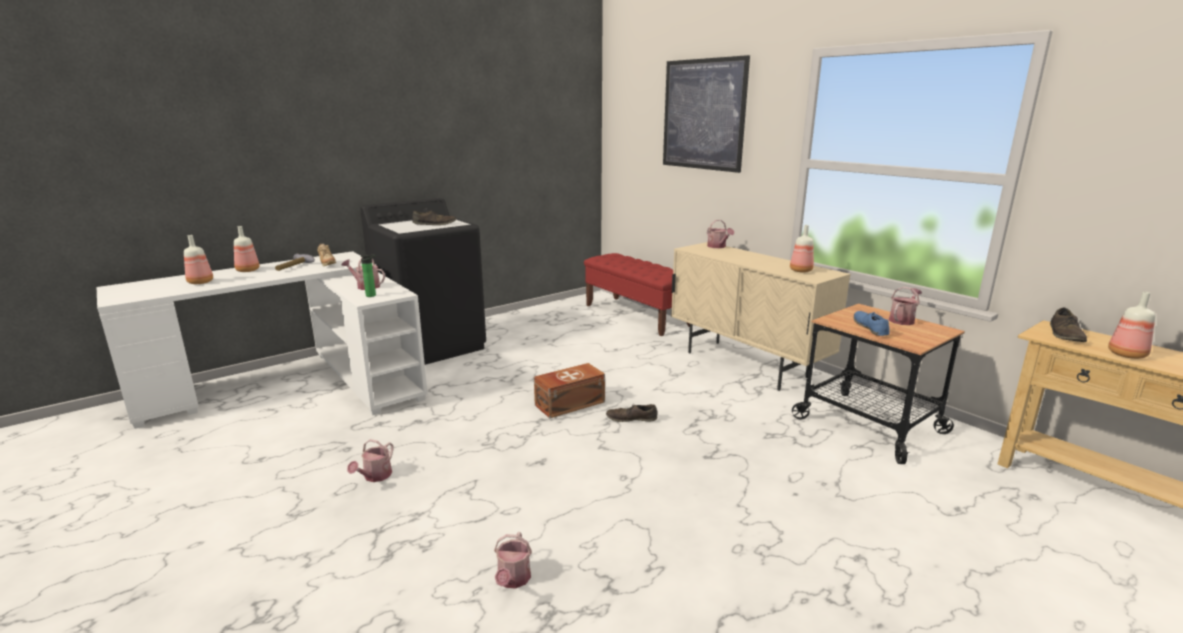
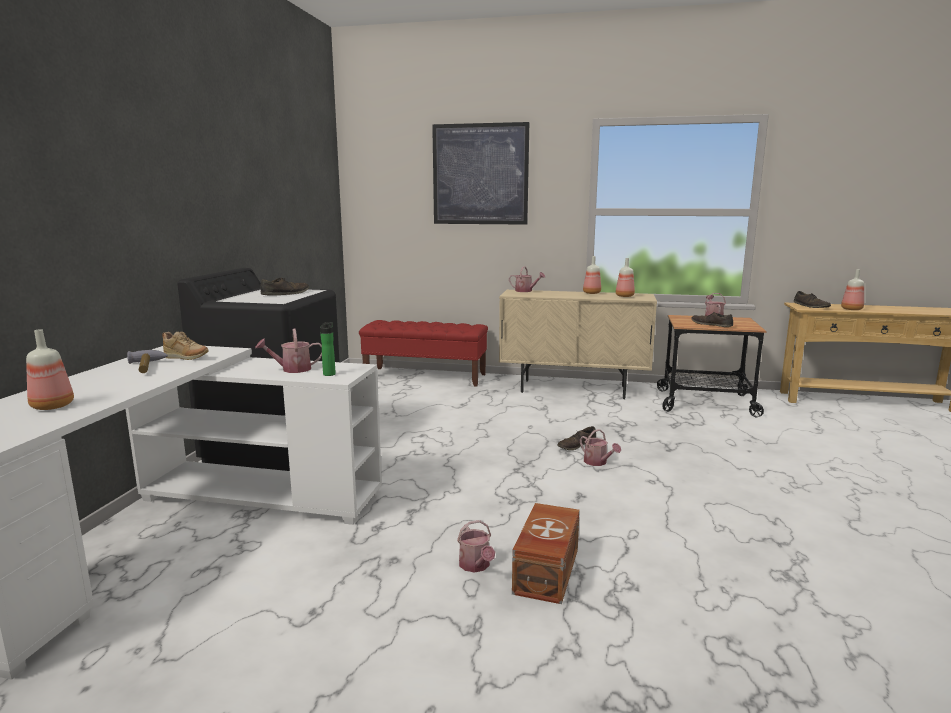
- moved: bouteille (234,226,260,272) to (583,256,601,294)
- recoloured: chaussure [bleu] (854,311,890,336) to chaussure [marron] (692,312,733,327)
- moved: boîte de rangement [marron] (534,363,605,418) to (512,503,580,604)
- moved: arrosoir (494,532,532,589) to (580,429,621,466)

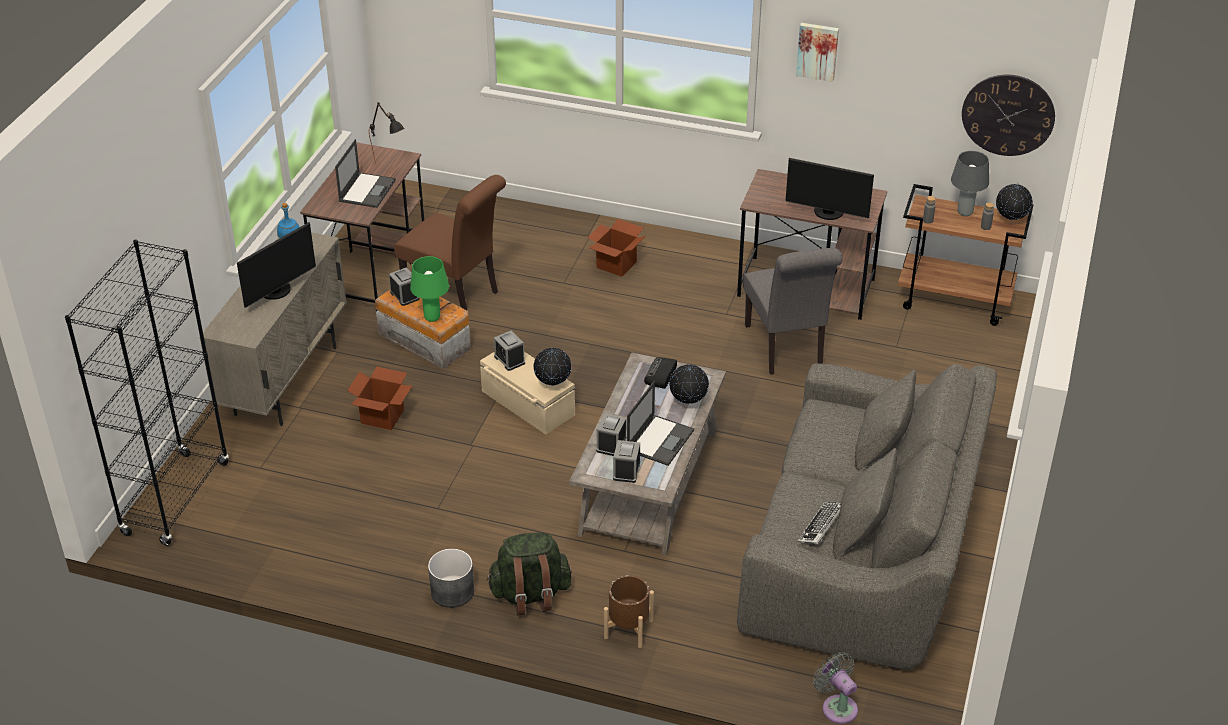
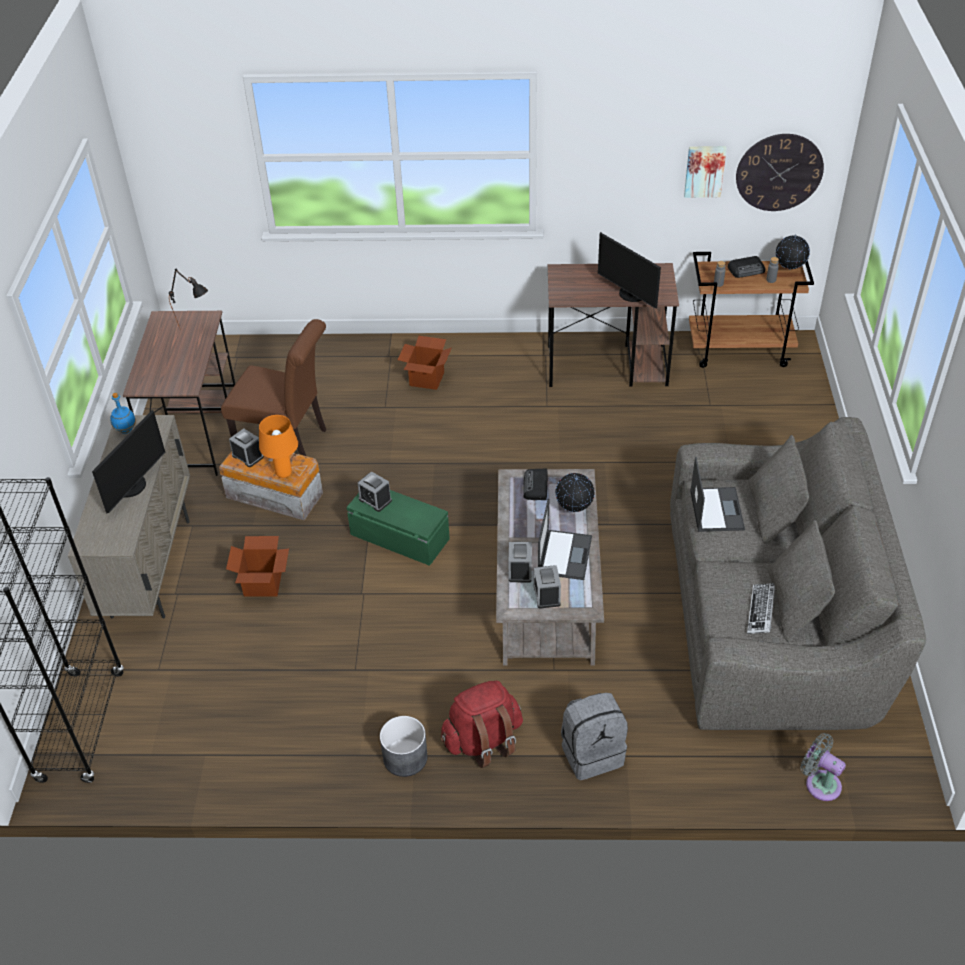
- moved: tableau (796,23,839,82) to (684,146,727,198)
- moved: ordinateur portable (335,139,396,208) to (690,457,745,532)
- replaced: lampe de table [gris] (951,151,989,216) to radio (727,256,765,278)
- turned: écran d'ordinateur (786,158,874,220) = (598,232,661,308) 45 degrees clockwise
- removed: chaise [gris] (743,248,842,375)
- recoloured: lampe de table [vert] (410,256,449,322) to lampe de table [orange] (259,415,298,478)
- removed: globe (533,347,571,386)
- recoloured: boîte de rangement [beige] (480,352,575,435) to boîte de rangement [vert] (347,490,450,566)
- recoloured: sac à dos [vert] (486,533,572,616) to sac à dos [rouge] (441,681,523,768)
- replaced: cache-pot [marron] (604,575,654,648) to sac à dos [gris] (561,693,628,780)

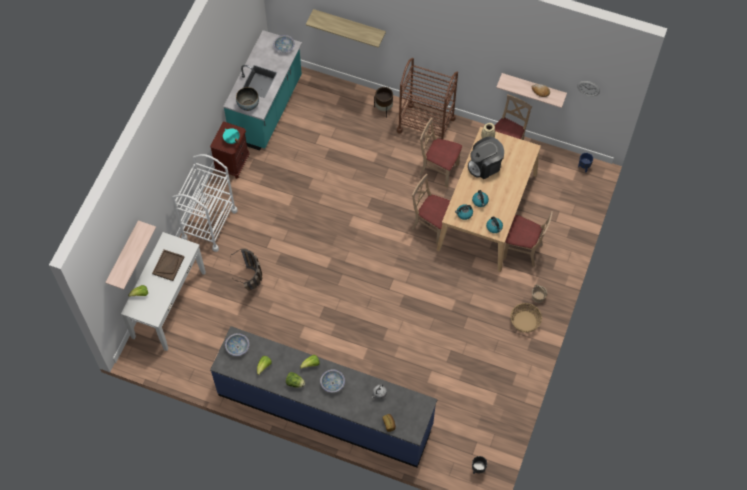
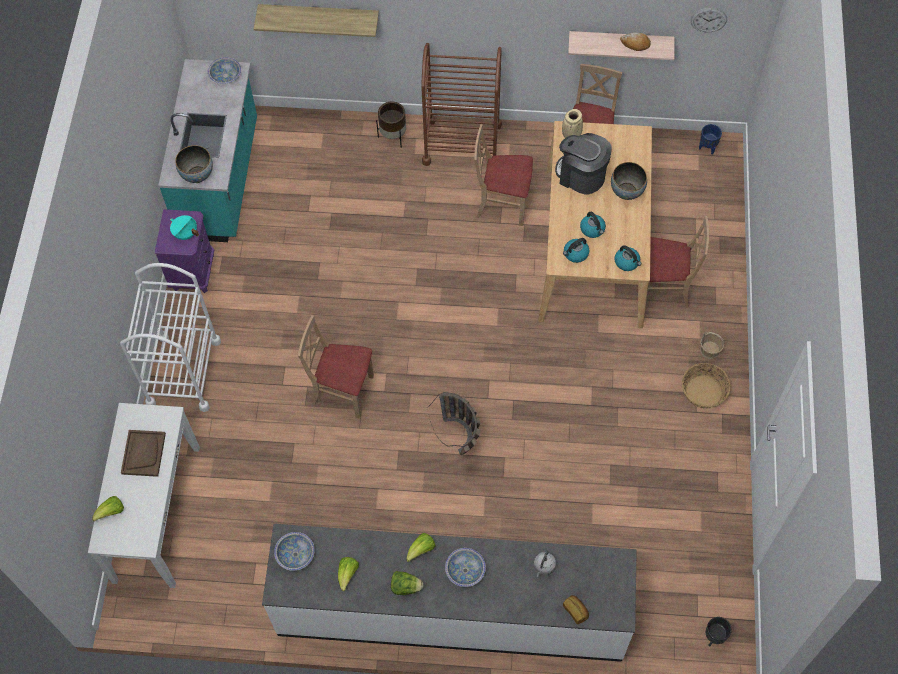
- recoloured: table de chevet [marron] (210,121,250,179) to table de chevet [violet] (155,209,214,293)
- turned: machine à café (468,137,504,179) = (555,133,611,194) 75 degrees clockwise
- moved: chaise [beige] (412,174,450,245) to (298,315,374,419)
- removed: étagère (105,220,156,290)
- moved: panier (230,248,262,291) to (427,392,480,455)
- recoloured: comptoir de cuisine [bleu] (210,326,437,468) to comptoir de cuisine [blanc] (262,524,637,662)
- added: bol (611,162,647,200)

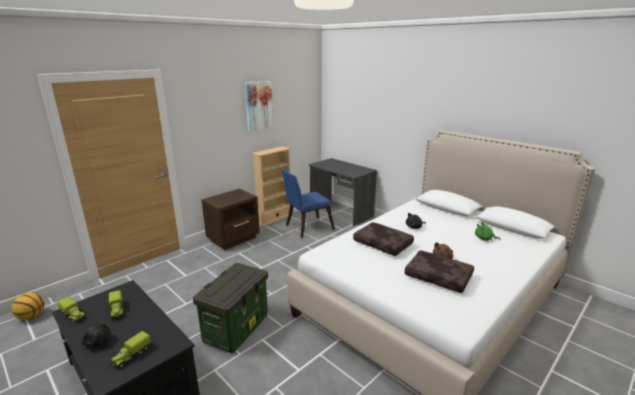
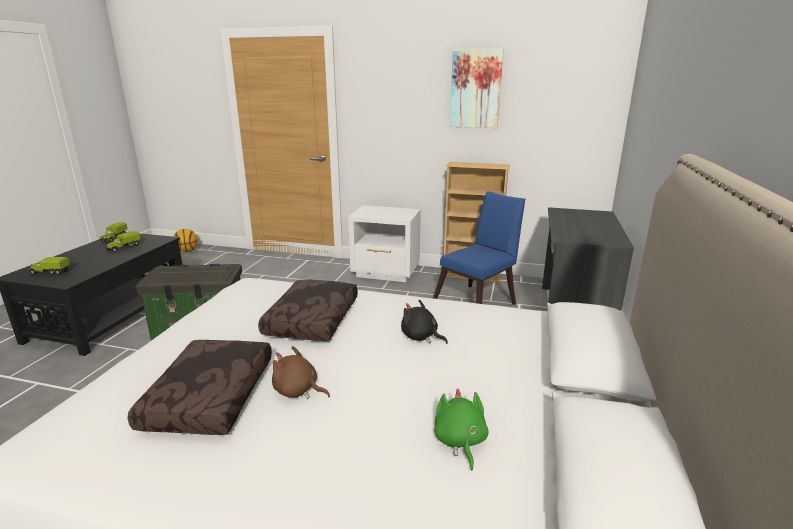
- turned: chaise [bleu] (281,169,335,238) = (433,191,525,305) 105 degrees clockwise
- recoloured: table de chevet [marron] (202,189,260,250) to table de chevet [blanc] (348,205,421,282)
- removed: peluche [noir] (81,324,111,348)

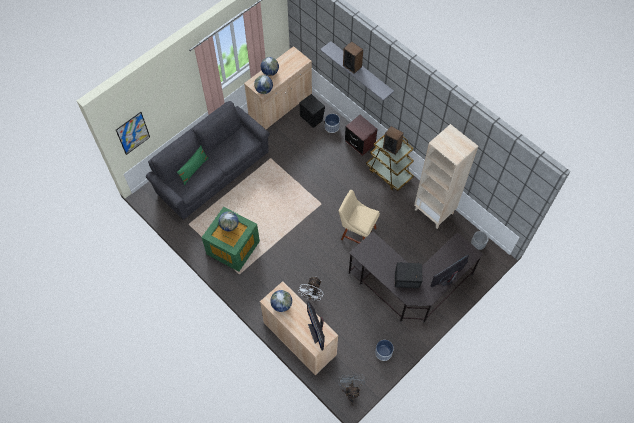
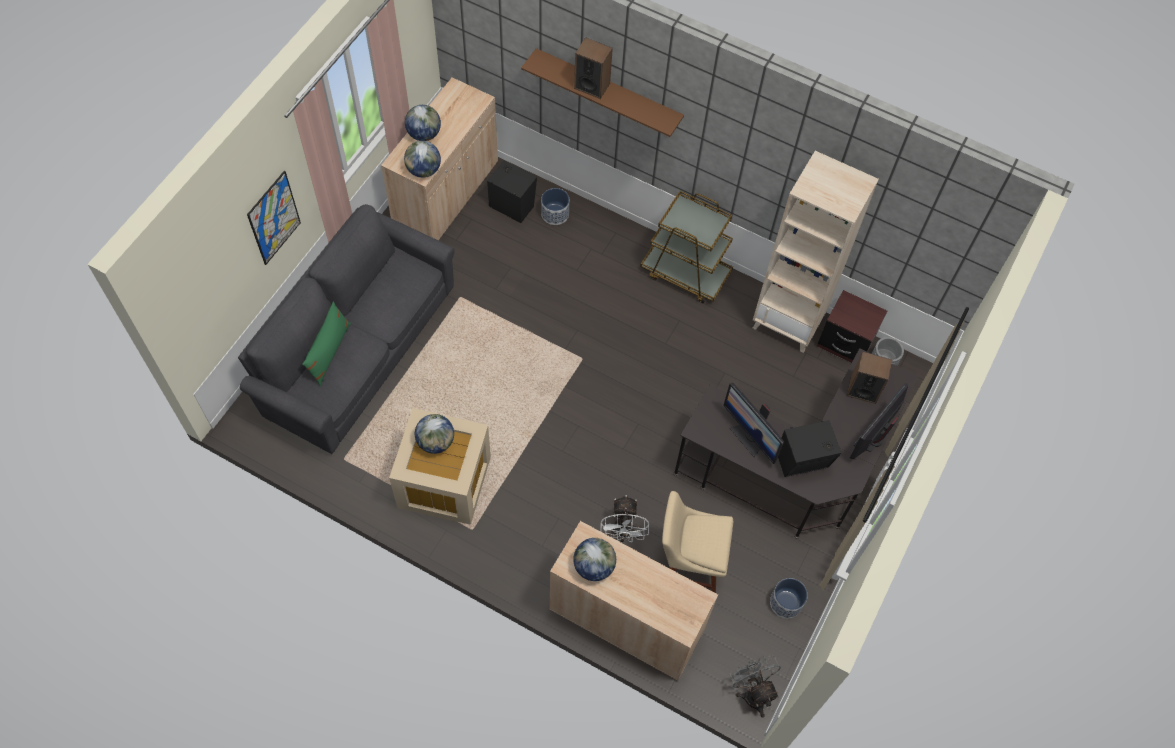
- recoloured: étagère [gris] (320,41,394,101) to étagère [marron] (521,48,684,137)
- moved: tableau (116,112,150,155) to (247,171,301,265)
- moved: table de chevet [marron] (345,115,377,156) to (817,290,887,363)
- moved: enceinte (383,126,404,155) to (847,352,892,404)
- moved: chaise [beige] (339,190,380,243) to (662,491,733,593)
- recoloured: boîte de rangement [vert] (202,207,260,271) to boîte de rangement [beige] (389,408,491,525)
- moved: écran d'ordinateur (307,301,325,351) to (723,383,784,464)

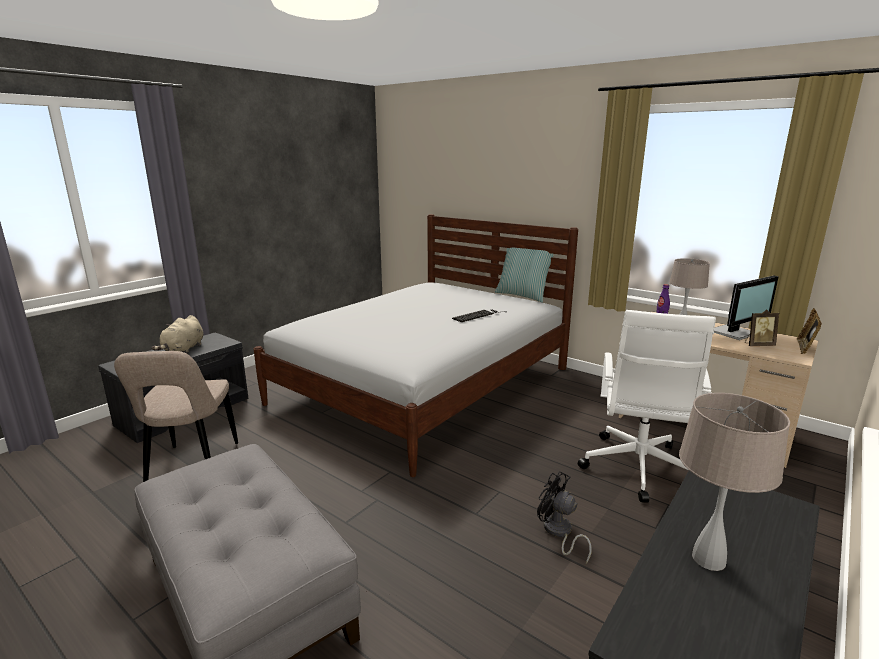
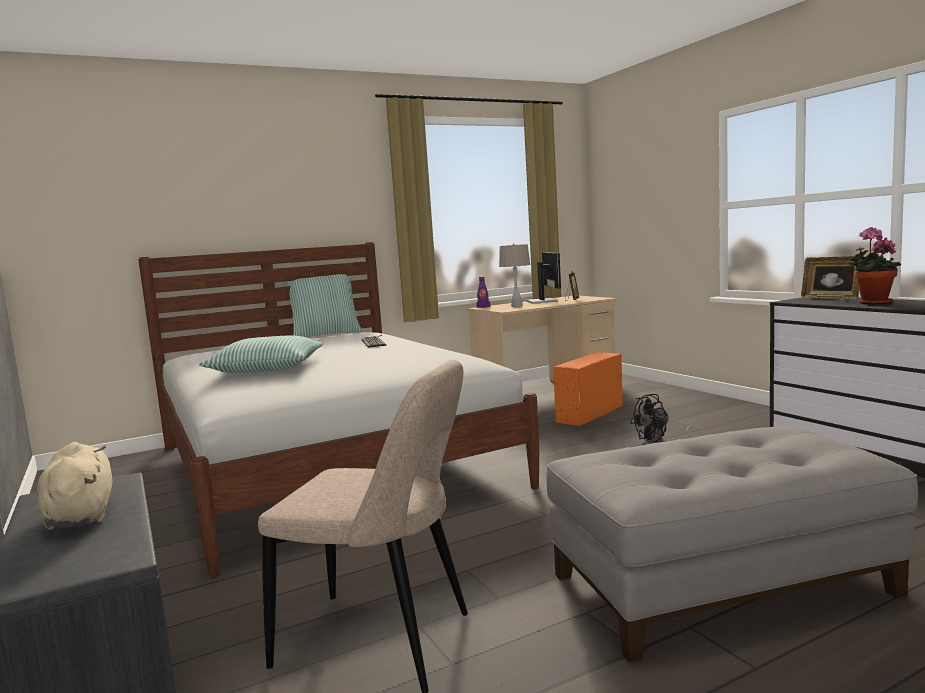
- moved: cadre photo (797,308,822,354) to (801,256,859,299)
- replaced: chaise de bureau [blanc] (578,310,716,503) to boîte de rangement [orange] (553,352,623,426)
- turned: peluche [beige] (151,315,204,354) = (37,442,113,530) 150 degrees counterclockwise
- replaced: lampe de table [beige] (679,393,790,571) to plante en pot (850,227,901,305)
- added: coussin (199,336,323,373)

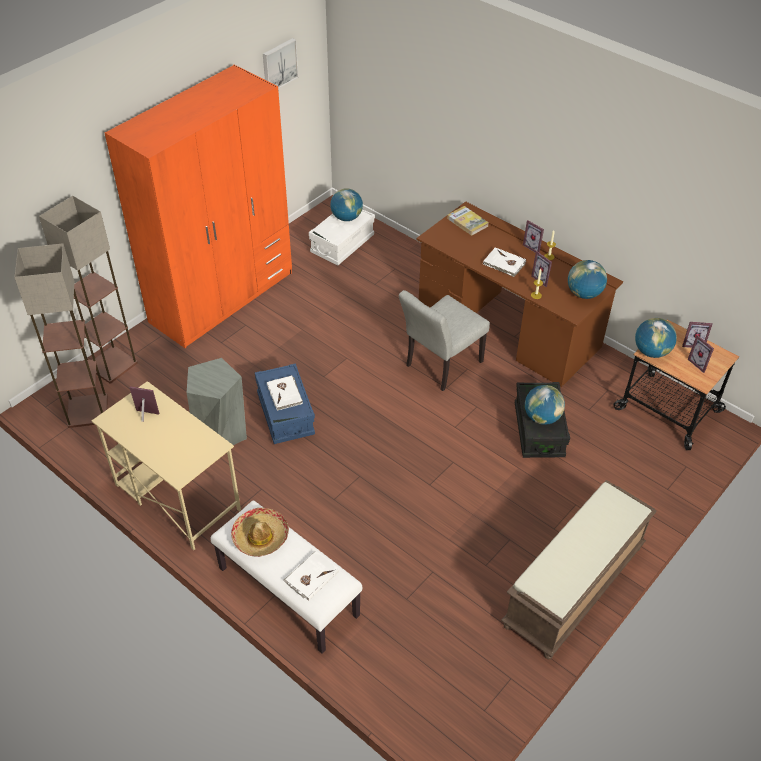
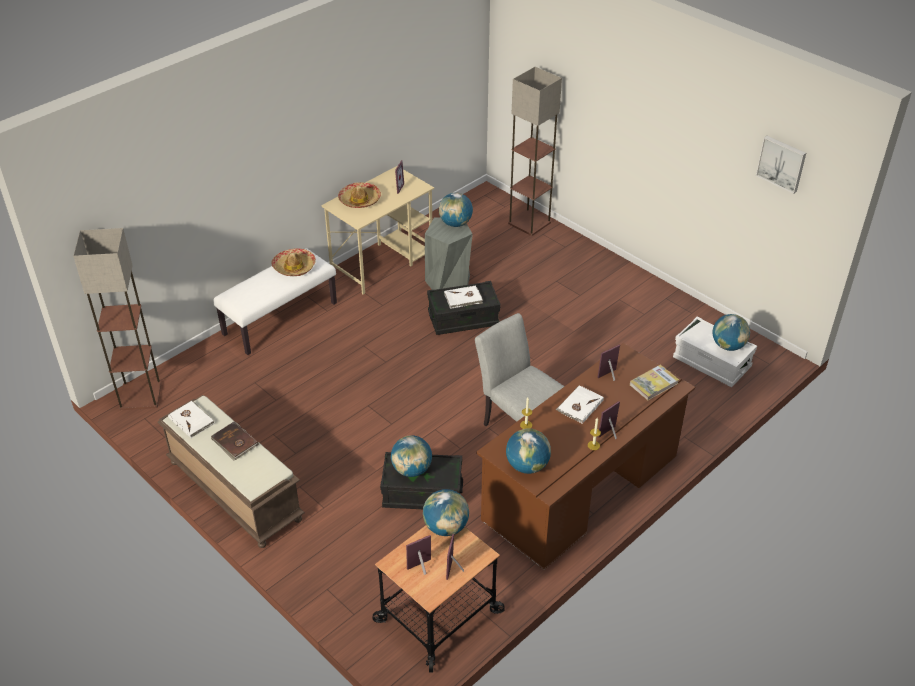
- removed: armoire [orange] (104,65,292,348)
- moved: lampadaire (14,243,108,428) to (73,228,161,410)
- moved: cadre photo (531,251,552,287) to (598,345,620,381)
- recoloured: boîte de rangement [bleu] (255,363,315,444) to boîte de rangement [noir] (427,281,501,335)
- moved: livre [blanc] (283,551,339,601) to (168,401,214,438)
- added: chapeau (338,182,381,208)
- added: globe (439,193,473,227)
- added: livre [marron] (211,422,259,461)

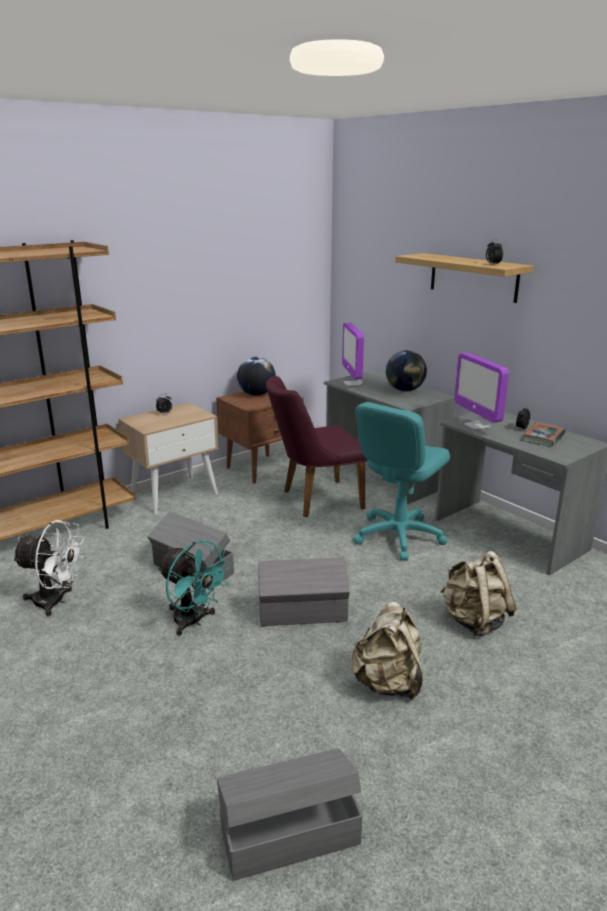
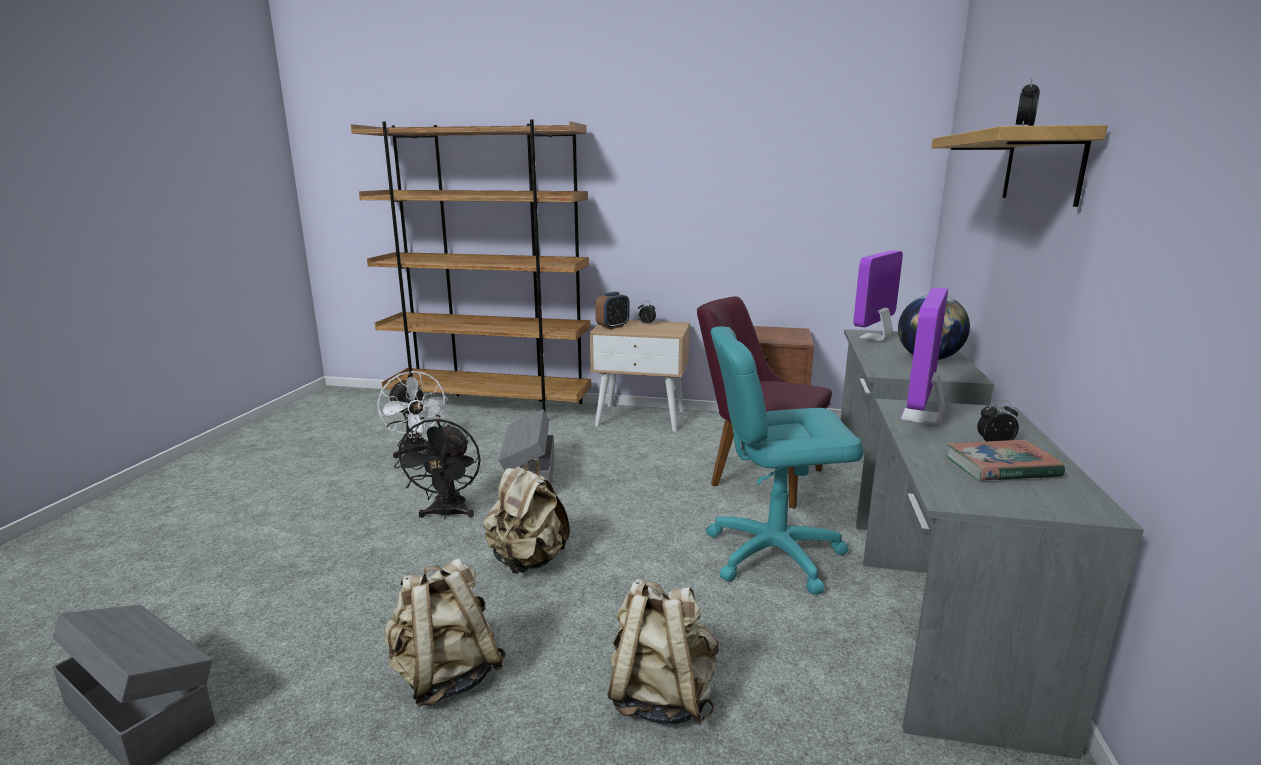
- removed: globe (237,357,276,396)
- recoloured: ventilateur [turquoise] (158,540,231,636) to ventilateur [noir] (394,418,481,519)
- replaced: boîte de rangement [gris] (258,557,350,626) to sac à dos [beige] (483,459,570,574)
- added: réveil (595,292,630,329)

